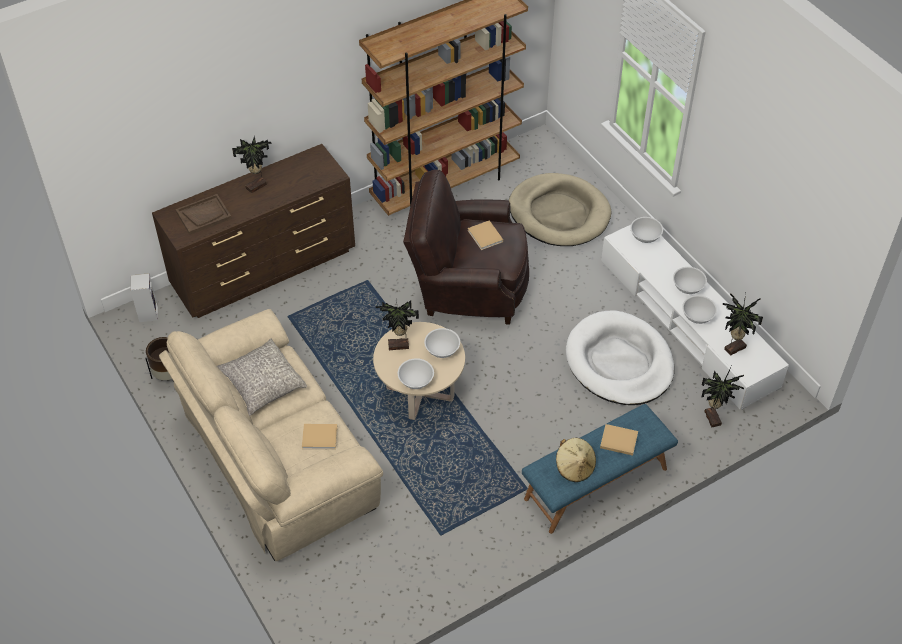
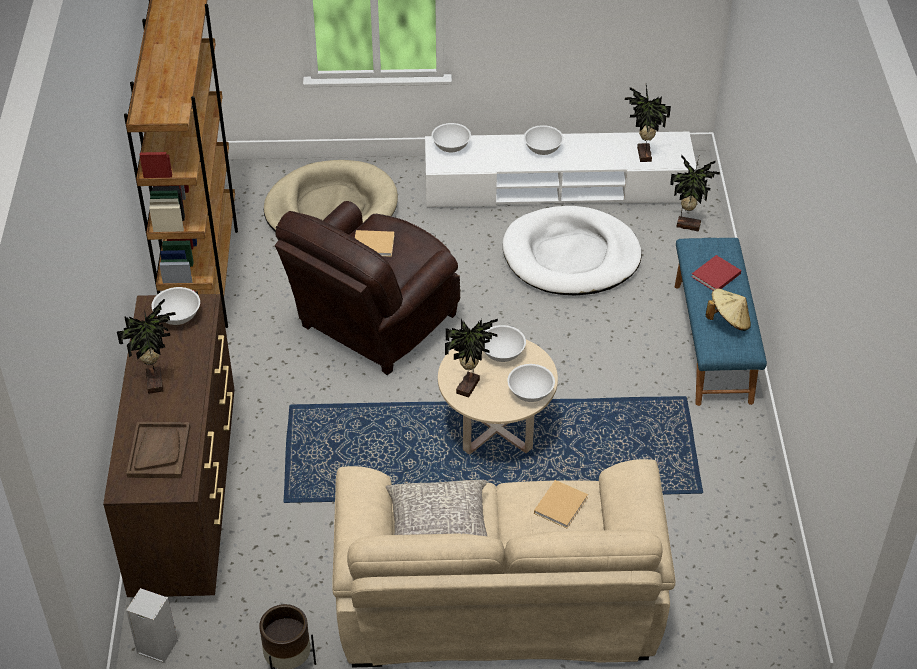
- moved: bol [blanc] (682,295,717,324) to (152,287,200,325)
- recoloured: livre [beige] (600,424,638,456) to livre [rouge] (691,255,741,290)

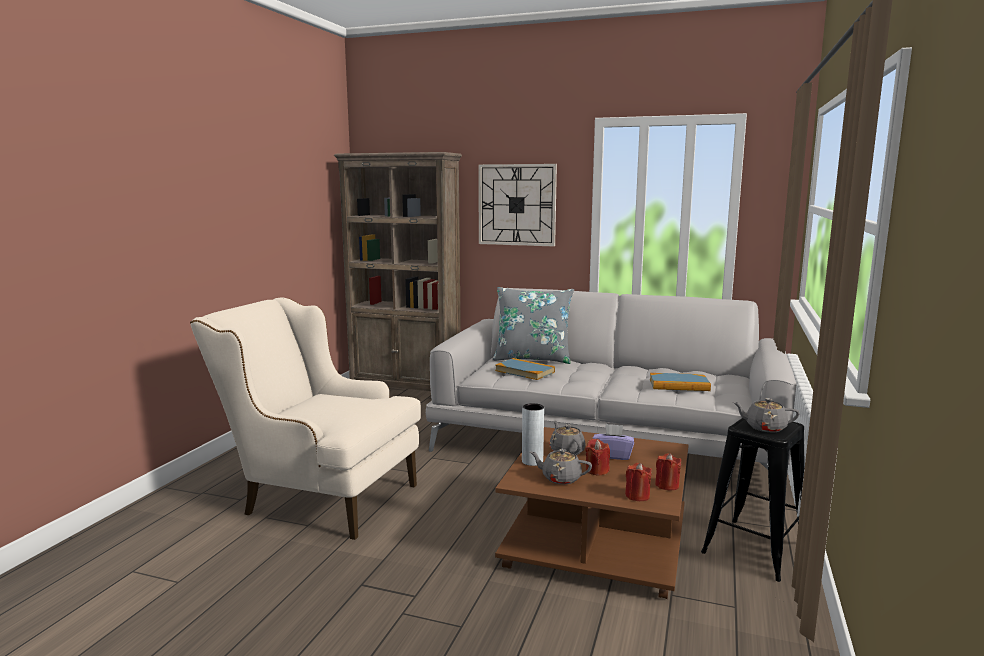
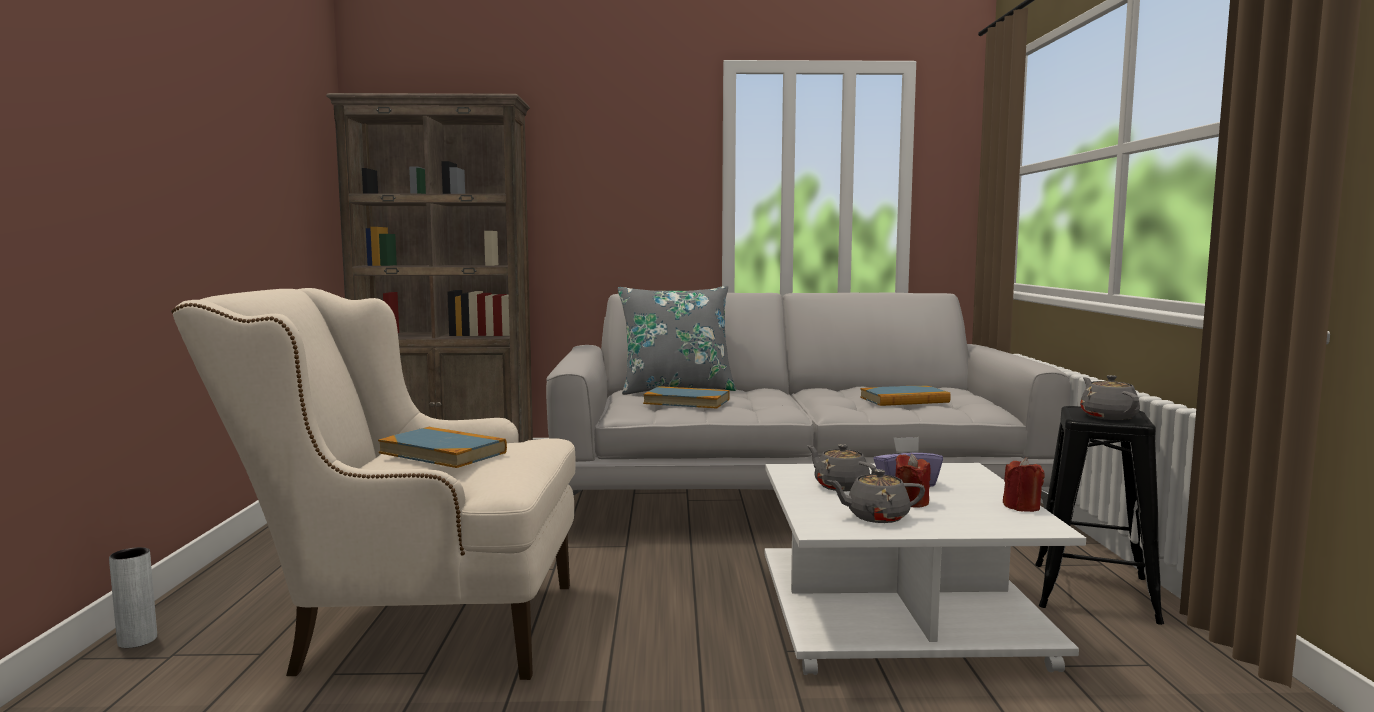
- removed: horloge murale (478,164,557,246)
- turned: théière [gris] (733,398,800,432) = (1080,375,1140,420) 90 degrees clockwise
- moved: vase [gris] (522,403,544,466) to (109,547,157,648)
- recoloured: table basse [marron] (495,427,689,599) to table basse [blanc] (764,463,1086,675)
- removed: bougie [rouge] (625,463,652,501)
- added: livre (378,427,507,468)

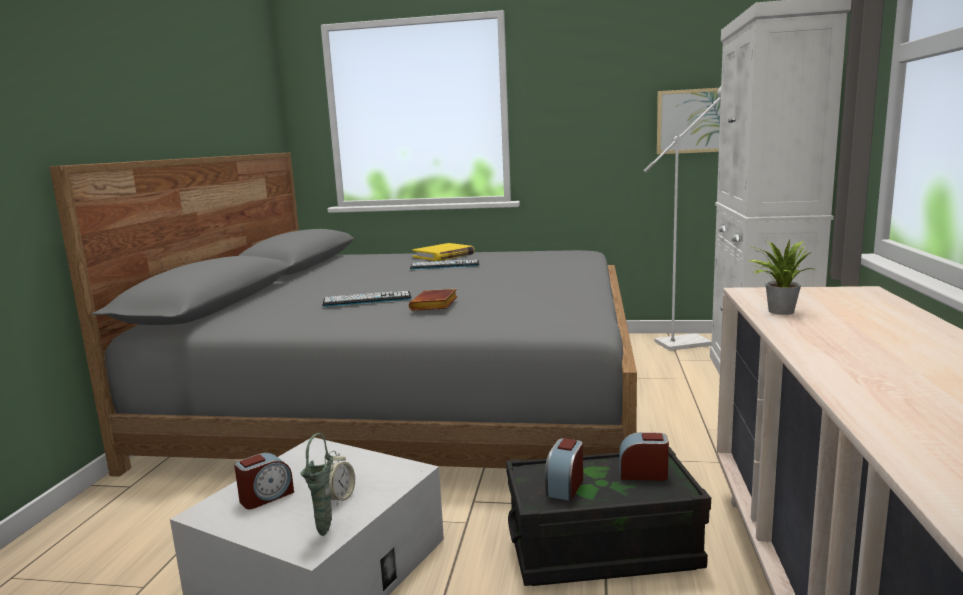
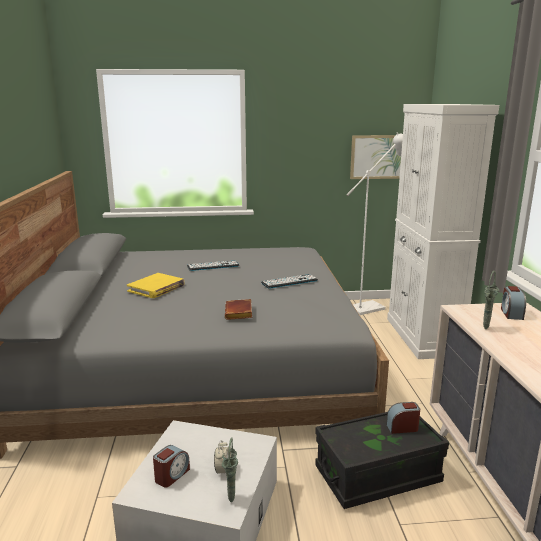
- replaced: plante en pot (747,240,815,315) to vase [vert] (483,271,500,329)
- moved: livre [jaune] (412,243,475,261) to (127,273,185,298)
- moved: clavier (322,291,411,307) to (261,274,318,289)
- moved: réveil (545,438,583,501) to (501,286,526,320)

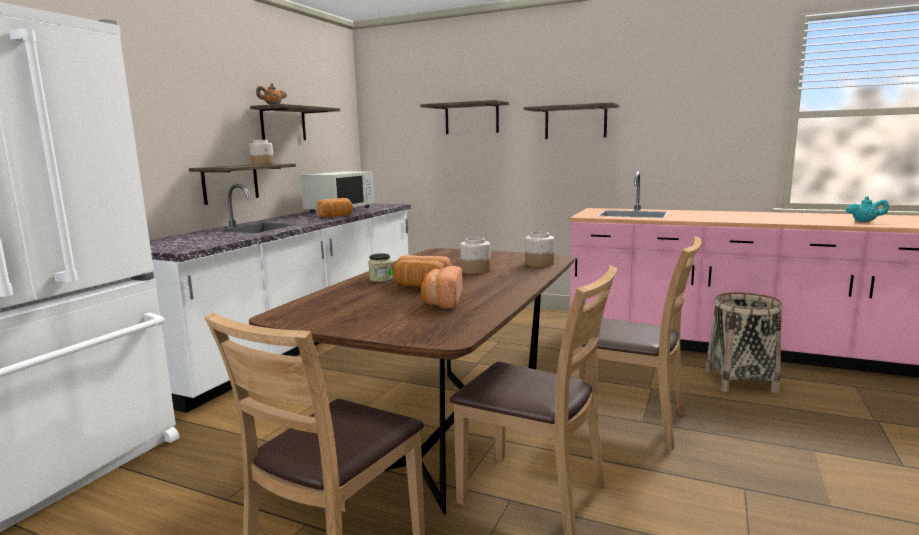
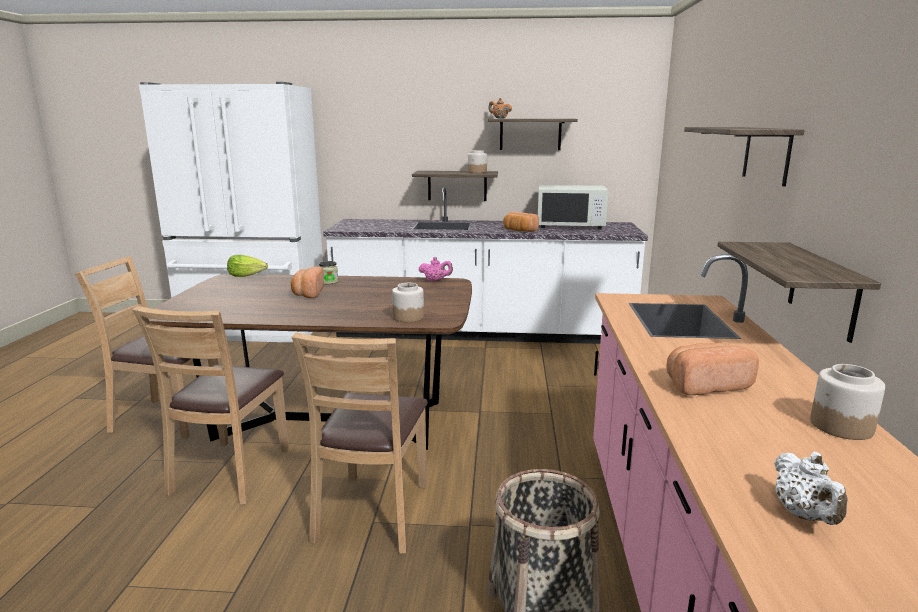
- moved: étagère (420,100,509,134) to (718,242,881,343)
- recoloured: théière [turquoise] (846,196,889,222) to théière [blanc] (774,452,848,525)
- moved: bocal (460,237,491,274) to (810,364,885,440)
- moved: pain (421,266,463,309) to (666,343,759,395)
- added: laitue (227,255,268,277)
- added: théière [rose] (419,257,453,282)

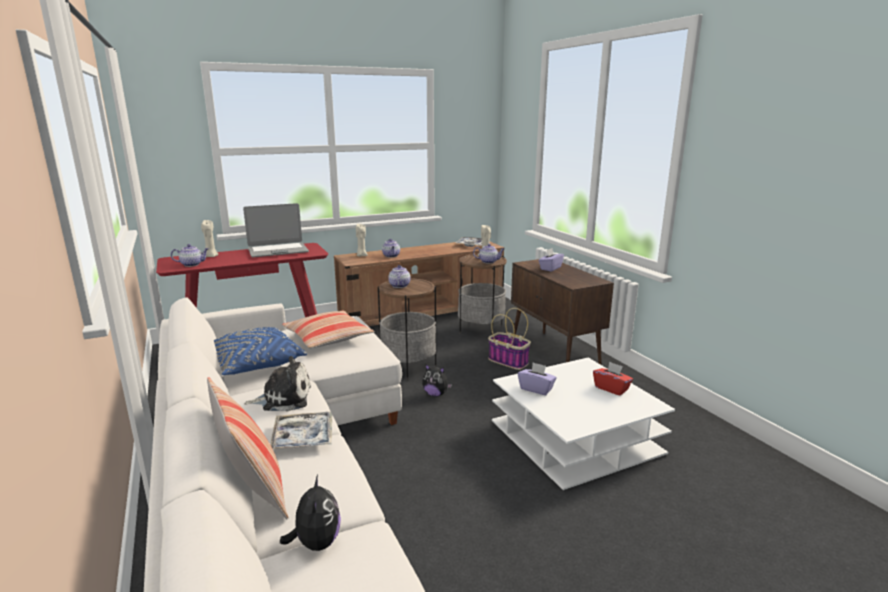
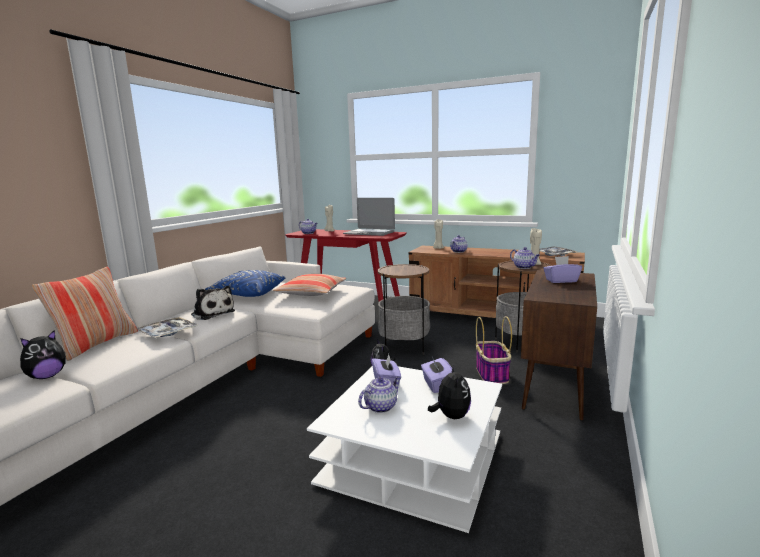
- moved: théière (388,265,411,288) to (358,376,401,413)
- replaced: boîte à mouchoirs [rouge] (593,362,633,396) to peluche (428,365,471,419)
- added: boîte à mouchoirs [violet] (421,357,452,393)

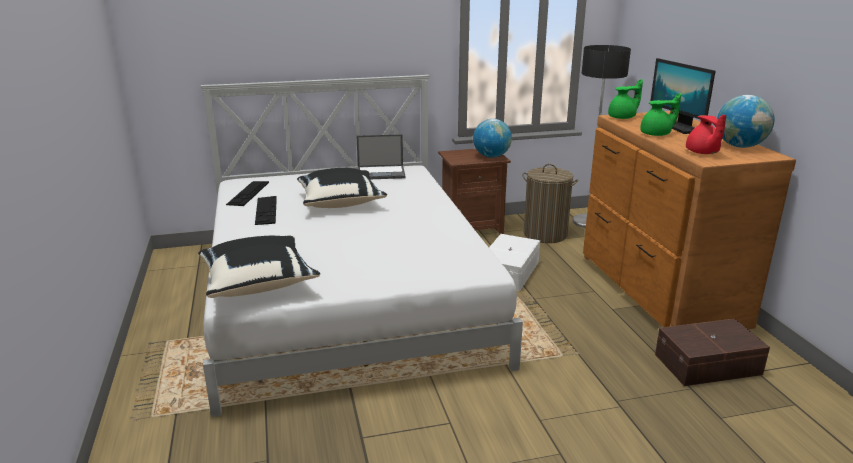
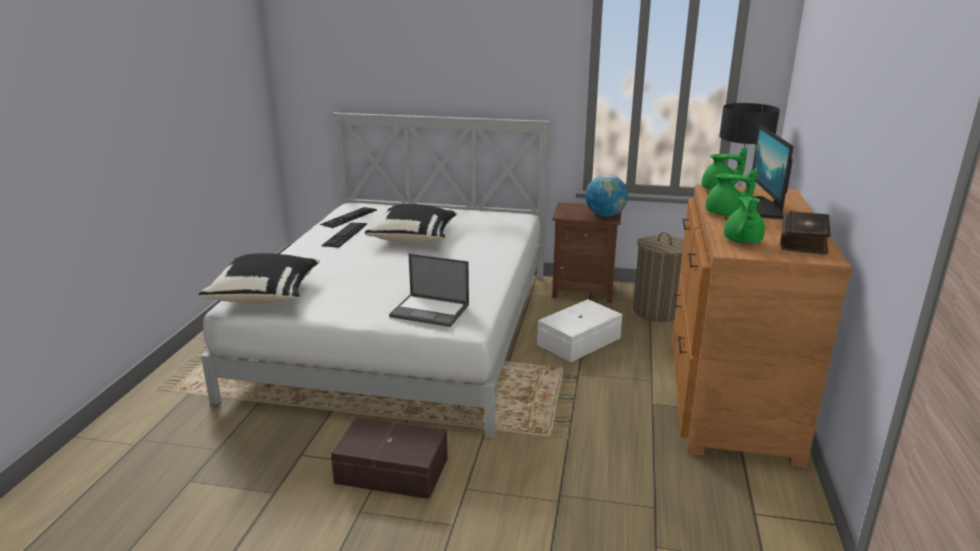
- replaced: globe (717,95,774,148) to livre (780,211,831,254)
- recoloured: théière [rouge] (686,114,726,154) to théière [vert] (724,197,765,244)
- moved: ordinateur portable (356,134,406,179) to (389,254,469,327)
- moved: boîte de rangement [marron] (655,319,770,386) to (331,417,448,499)

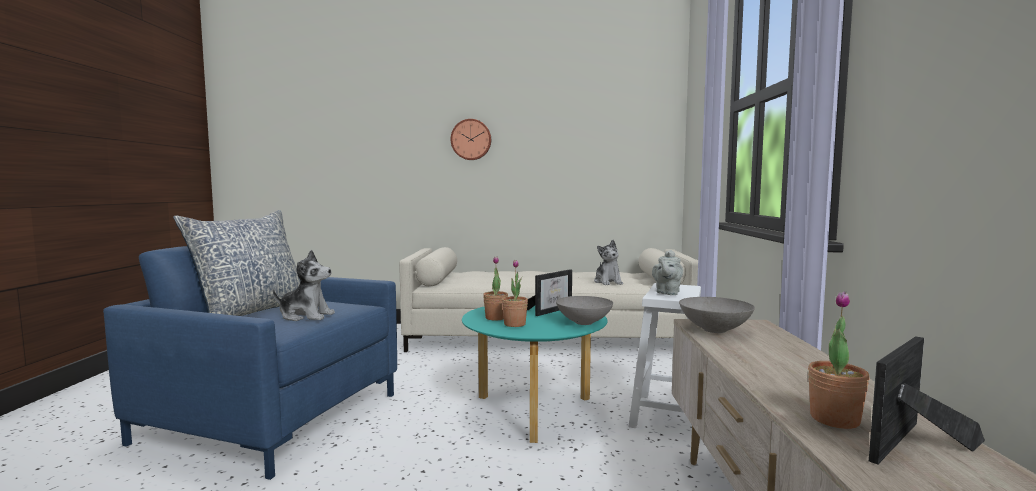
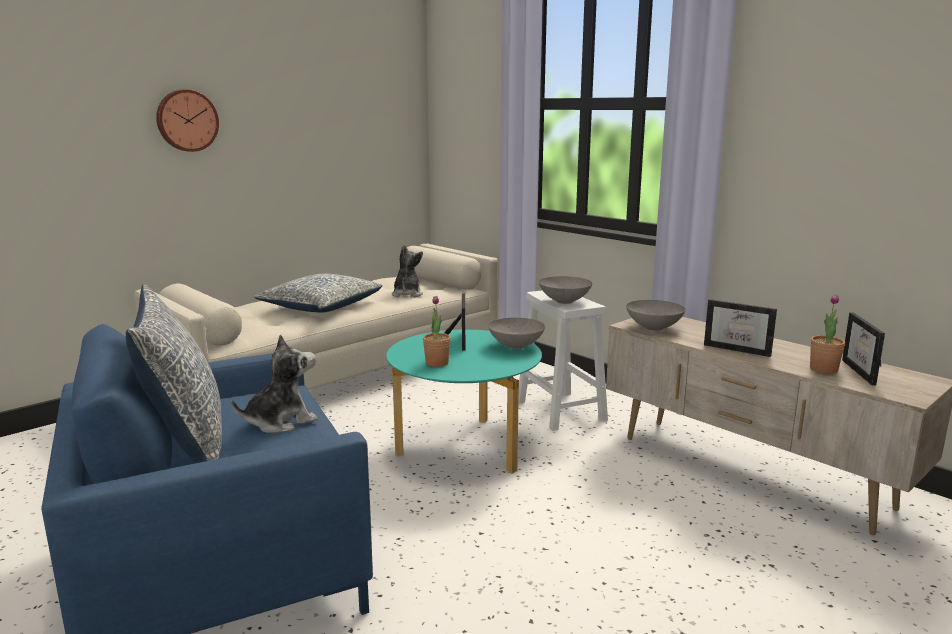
- turned: peluche (594,240,623,285) = (392,245,423,297) 120 degrees counterclockwise
- replaced: théière [gris] (652,250,683,295) to bol [gris] (539,276,592,304)
- removed: plante en pot (502,260,528,327)
- added: coussin (254,274,383,313)
- added: cadre photo (704,299,777,357)

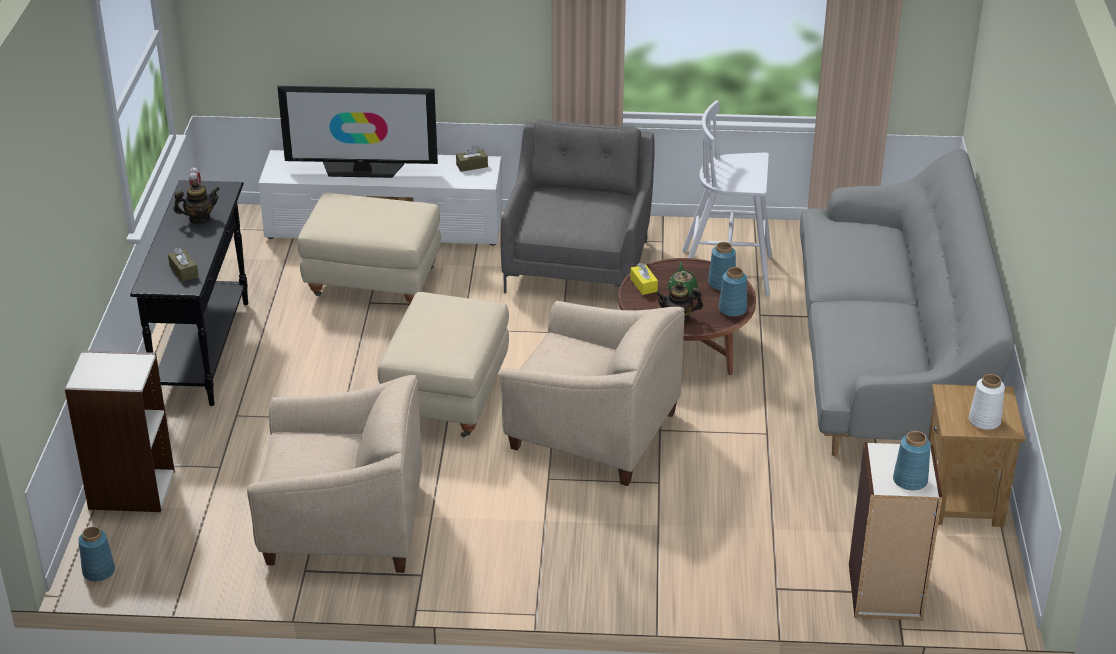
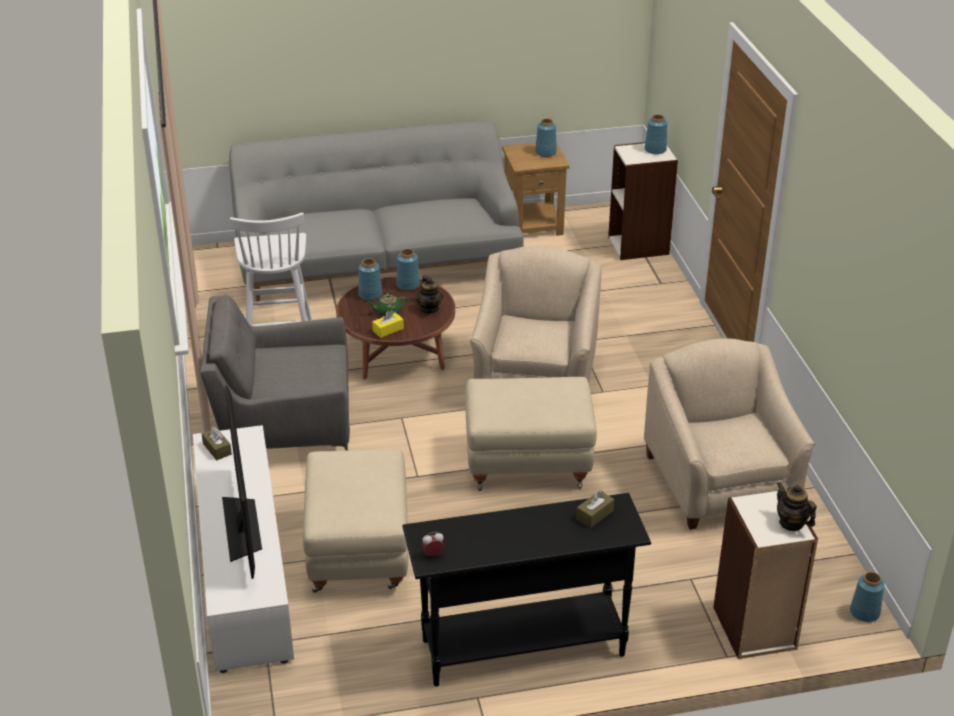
- moved: théière (174,181,220,224) to (777,482,816,531)
- recoloured: vase [blanc] (969,374,1005,430) to vase [bleu] (535,118,557,157)

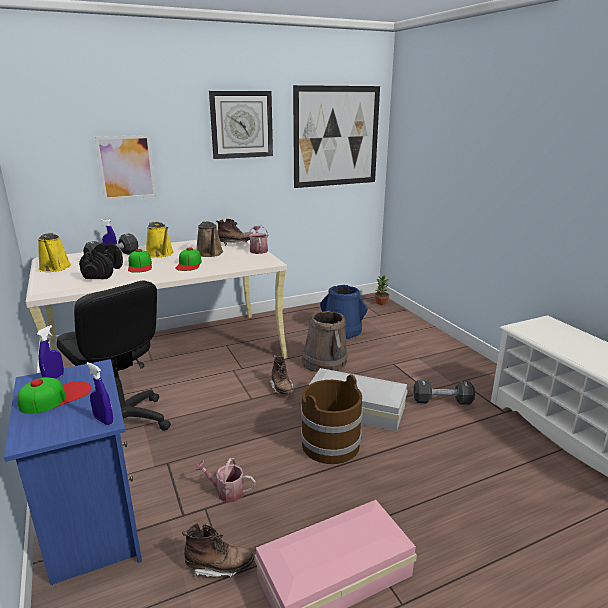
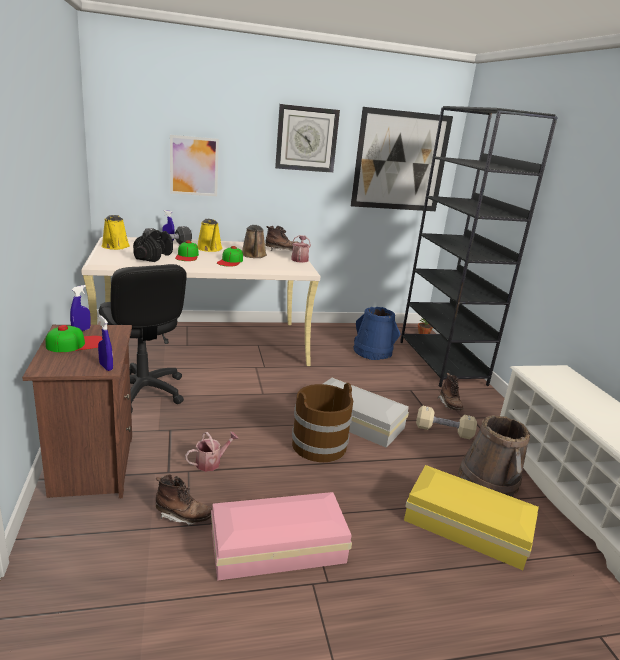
- moved: seau [marron] (302,311,347,372) to (458,415,530,497)
- moved: botte [marron] (269,355,293,394) to (437,373,464,410)
- recoloured: table de chevet [bleu] (4,359,142,585) to table de chevet [marron] (22,325,132,498)
- recoloured: haltère [noir] (413,380,475,405) to haltère [beige] (416,406,477,439)
- turned: arrosoir (195,458,255,503) = (185,432,239,472) 120 degrees clockwise
- added: bibliothèque [noir] (400,106,558,387)
- added: boîte de rangement [jaune] (404,465,539,570)

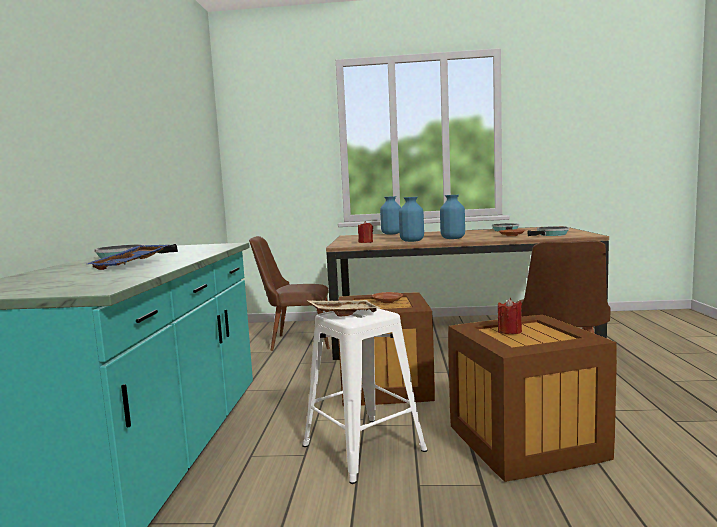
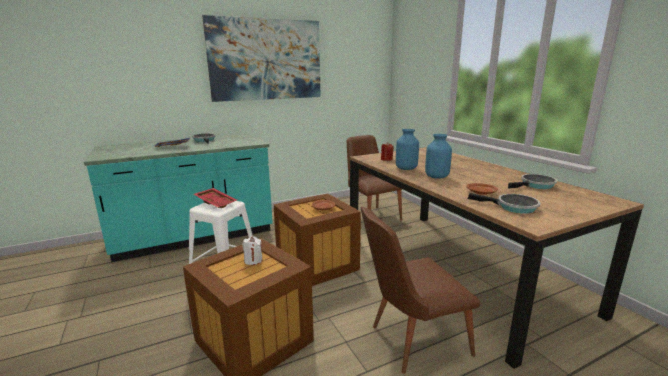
- removed: vase [bleu] (380,196,401,234)
- recoloured: bougie [rouge] (498,298,522,334) to bougie [blanc] (242,236,263,265)
- recoloured: plateau [beige] (307,300,381,316) to plateau [rouge] (194,188,237,208)
- added: tableau (202,15,321,102)

